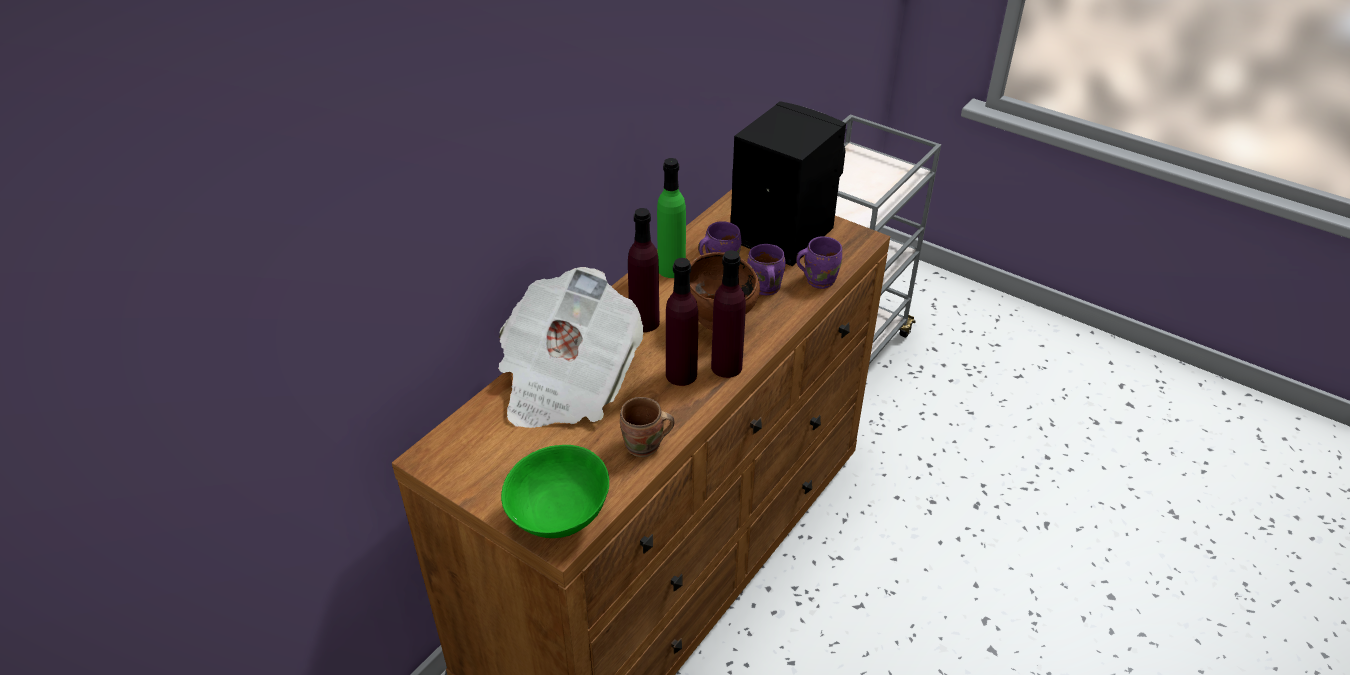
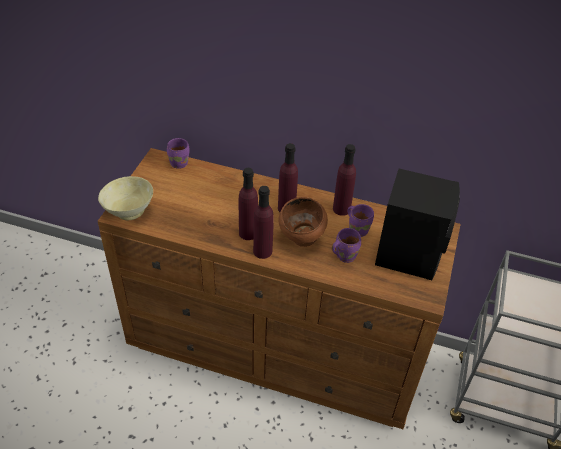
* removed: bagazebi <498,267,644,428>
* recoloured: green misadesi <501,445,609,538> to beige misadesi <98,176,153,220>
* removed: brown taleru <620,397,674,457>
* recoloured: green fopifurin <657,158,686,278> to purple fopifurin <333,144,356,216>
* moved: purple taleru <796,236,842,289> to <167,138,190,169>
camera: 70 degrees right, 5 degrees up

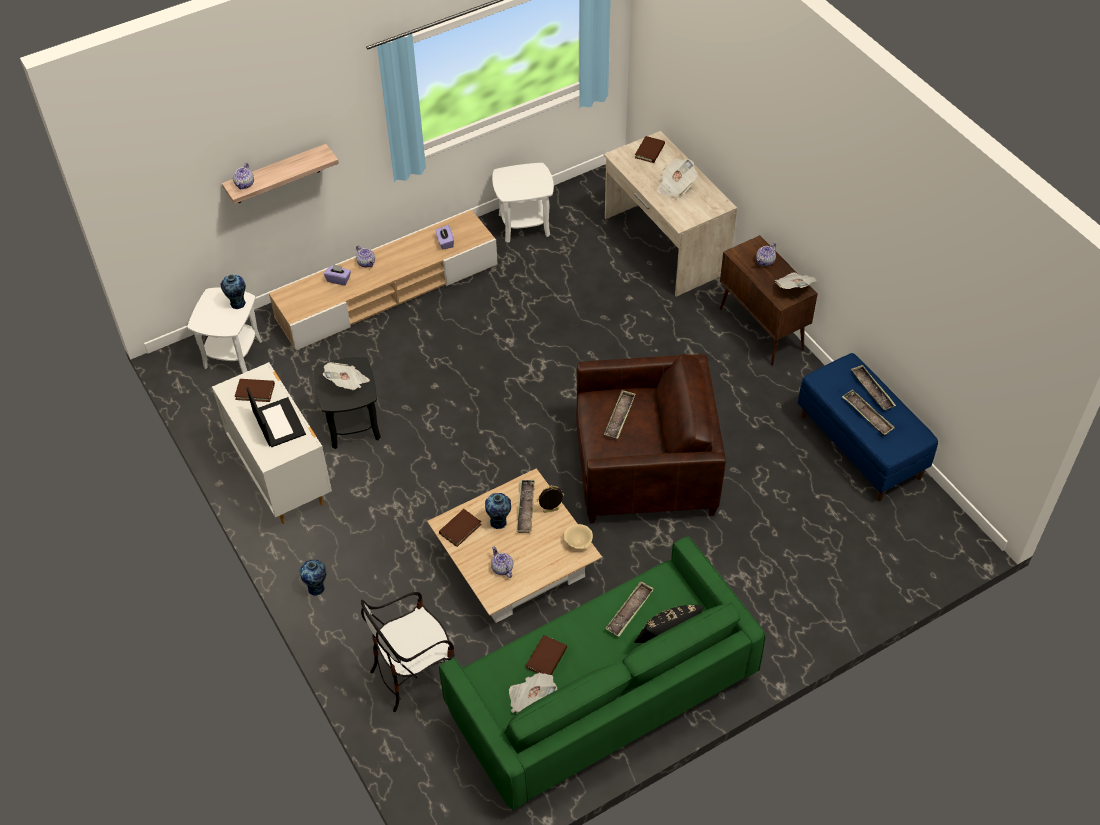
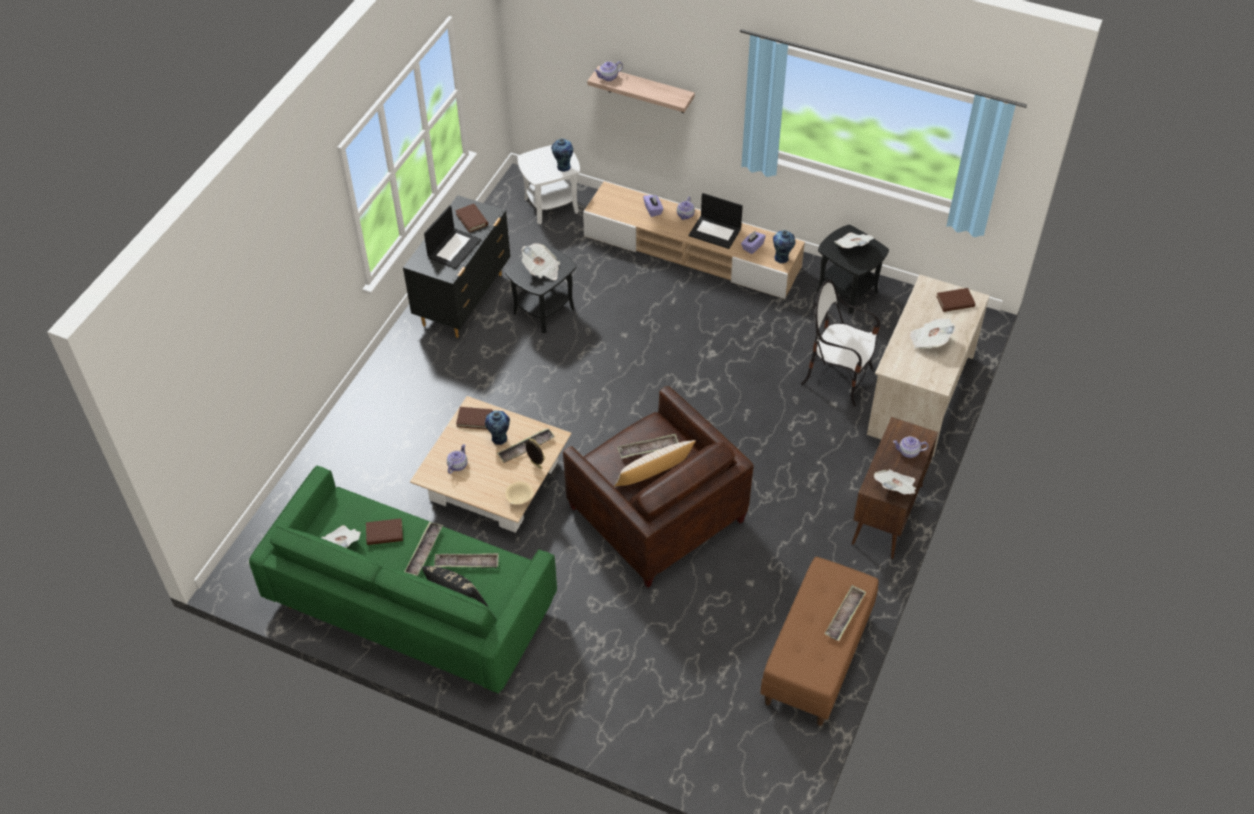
* recoloured: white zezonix <212,362,332,523> to black zezonix <403,195,511,338>
* moved: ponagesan <300,559,326,596> to <773,230,796,263>
* moved: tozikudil <361,592,454,712> to <801,279,880,407>
* recoloured: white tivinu <492,163,554,243> to black tivinu <817,225,889,314>
* recoloured: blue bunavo <798,353,938,501> to brown bunavo <760,557,879,726>
* moved: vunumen <842,390,895,436> to <404,522,443,576>
* added: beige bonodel <614,440,696,487>
* added: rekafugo <689,193,743,249>
* added: bagazebi <834,233,874,248>
camera: 55 degrees right, 0 degrees up

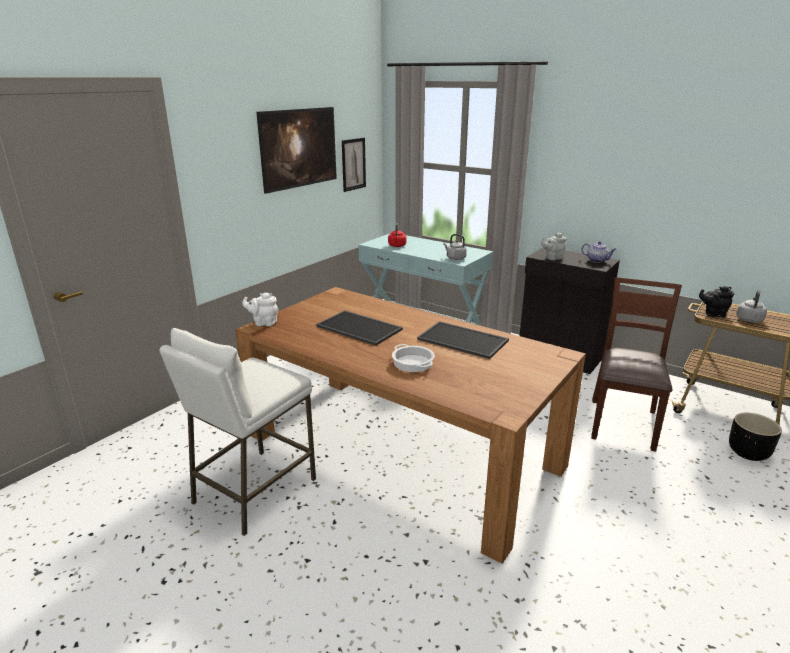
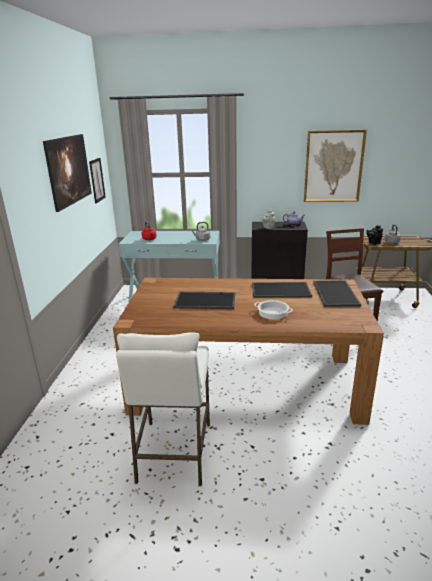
* removed: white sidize <242,293,279,326>
* removed: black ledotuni <729,413,782,461>
* added: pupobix <304,130,367,202>
* added: vunumen <313,280,361,307>
camera: 30 degrees left, 0 degrees up

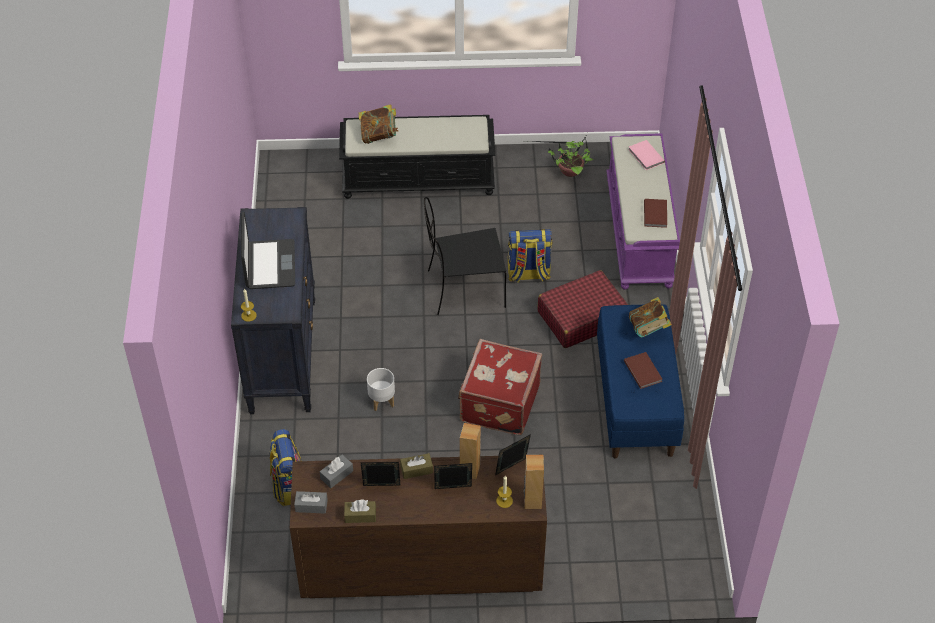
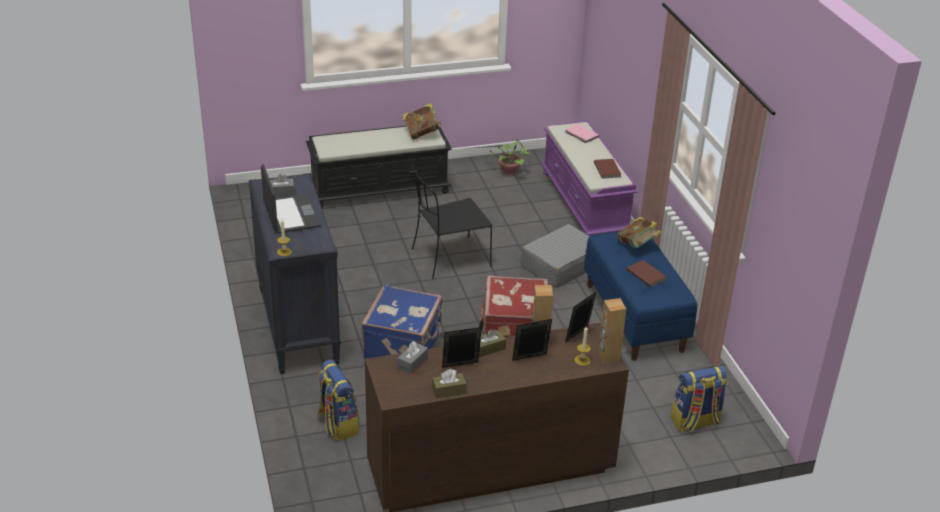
* moved: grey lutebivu <294,491,328,514> to <270,174,295,196>
* moved: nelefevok <359,104,399,144> to <402,103,441,139>
* replaced: white ledotuni <367,368,395,411> to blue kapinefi <361,285,443,360>
* moved: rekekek <508,229,553,283> to <671,366,727,432>
* recoloured: red kapinefi <538,270,628,348> to grey kapinefi <521,224,590,288>
camera: 15 degrees left, 15 degrees down

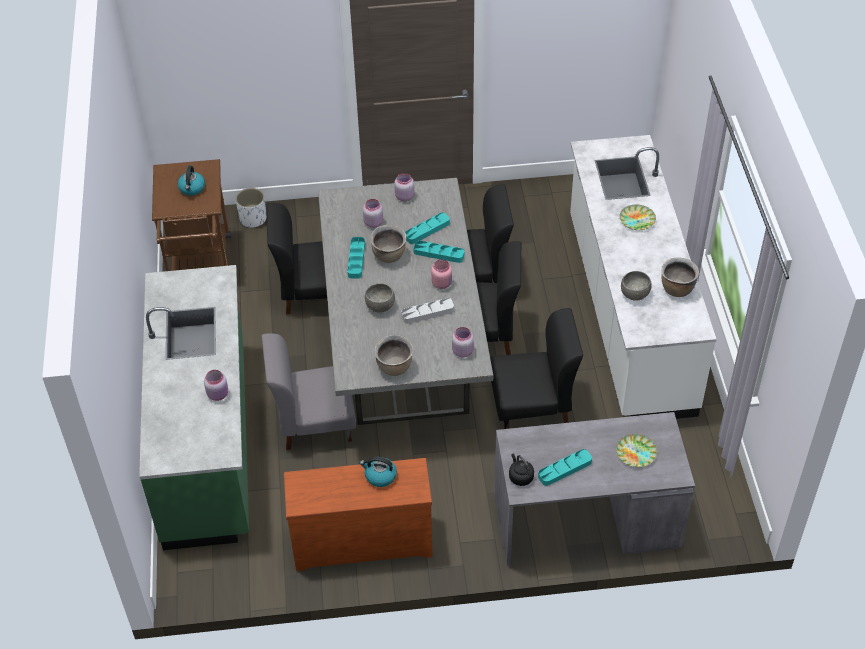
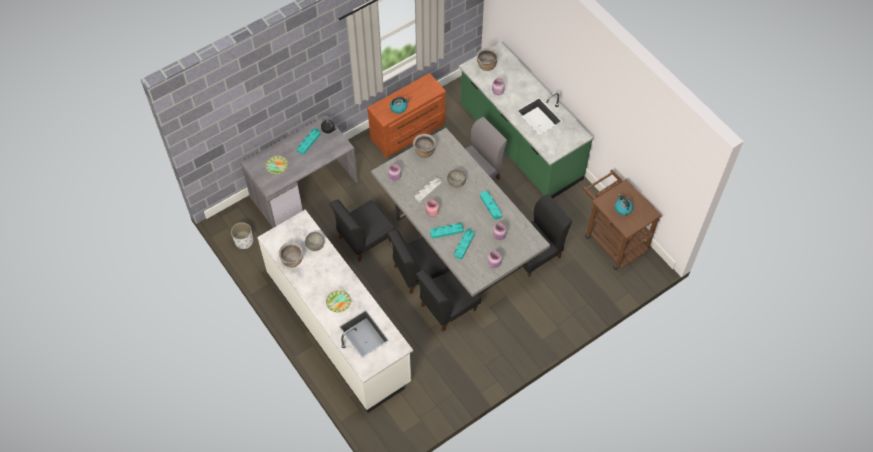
* moved: white ledotuni <235,188,266,228> to <231,222,253,249>
* moved: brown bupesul <370,225,406,263> to <477,48,498,71>
camera: 150 degrees right, 10 degrees up

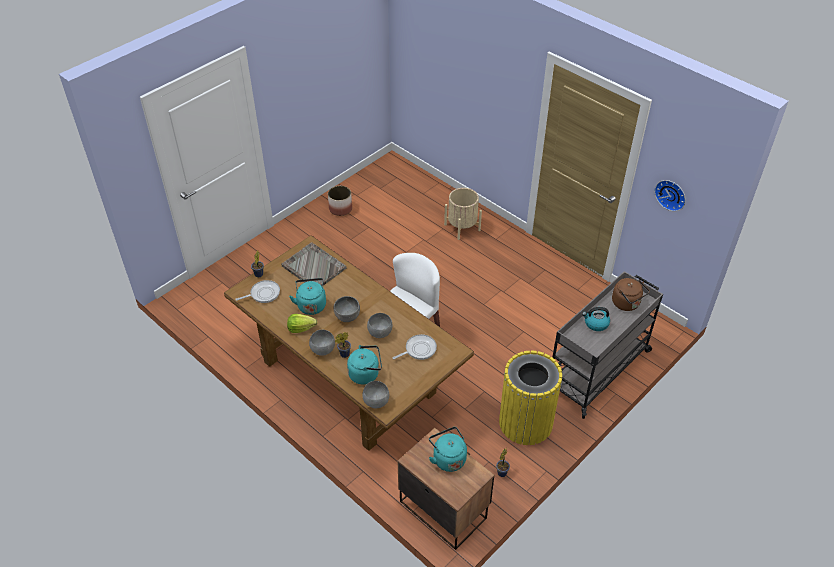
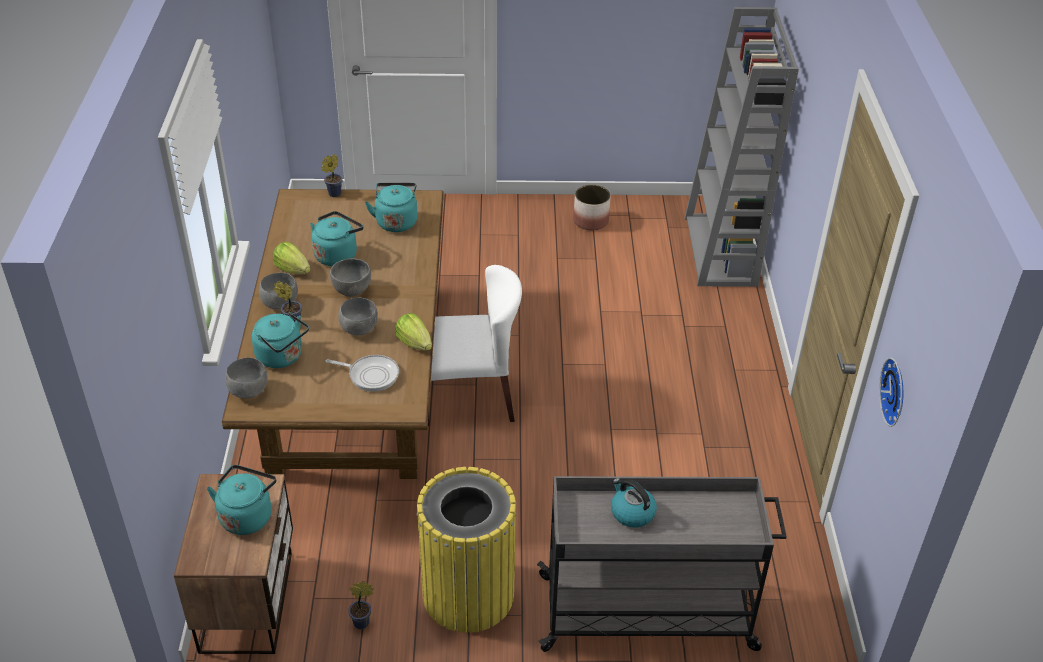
* removed: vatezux <235,280,280,303>
* replaced: grey vunumen <281,242,346,286> to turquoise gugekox <365,183,418,232>
* removed: beige ledotuni <444,188,482,240>
* removed: brown gugekox <612,278,650,311>
* added: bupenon <395,313,432,351>
* added: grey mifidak <685,7,799,287>
camera: 45 degrees right, 5 degrees down

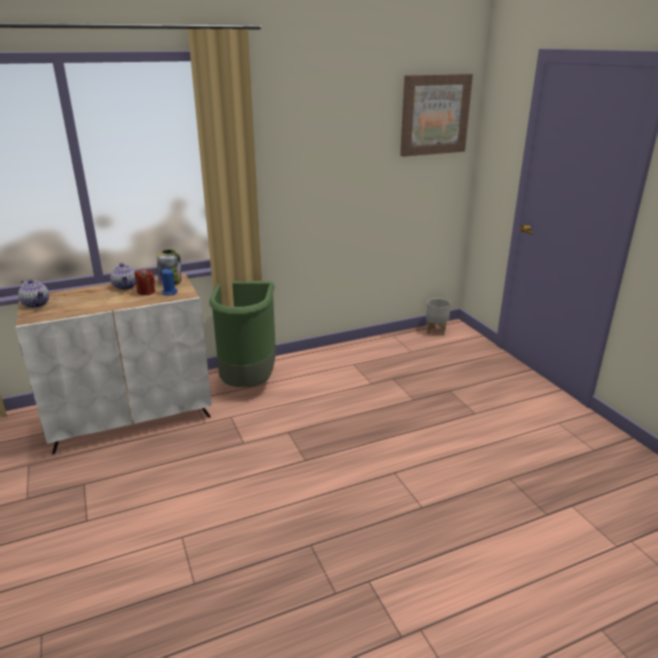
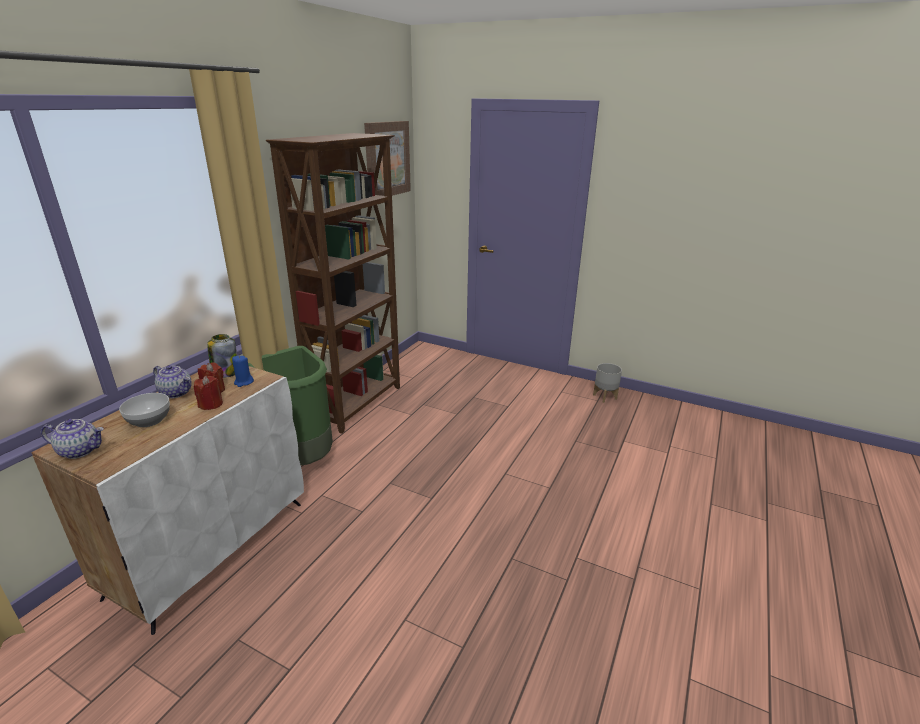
* moved: grey ledotuni <426,298,451,336> to <593,363,622,403>
* added: misadesi <119,393,170,427>
* added: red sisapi <194,376,223,410>
* added: brown mifidak <266,133,400,434>
camera: 40 degrees left, 0 degrees up

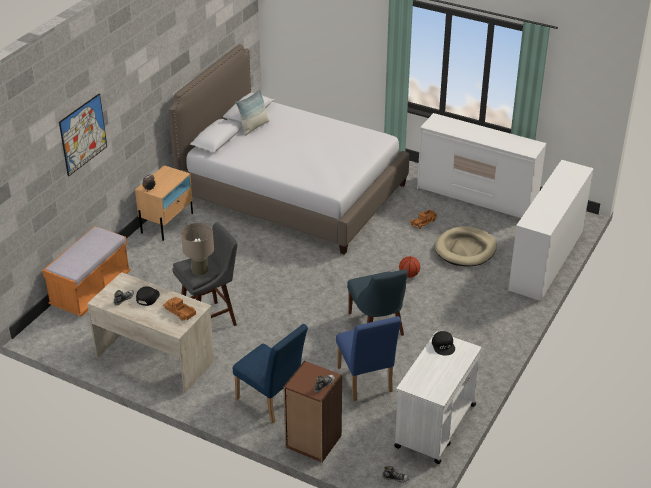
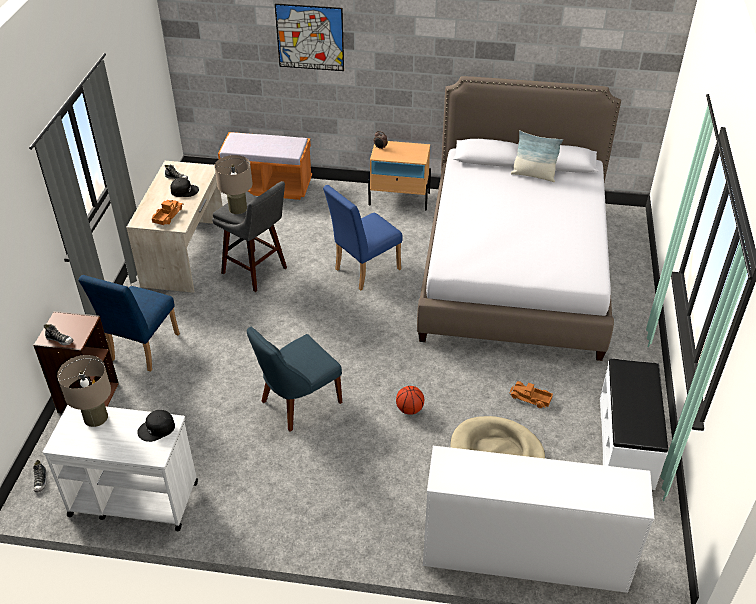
* moved: blue tozikudil <336,316,401,401> to <323,185,403,290>
* replaced: white zezonix <417,113,547,218> to white bunavo <600,358,668,490>
* added: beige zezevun <57,355,111,427>
camera: 70 degrees right, 5 degrees up

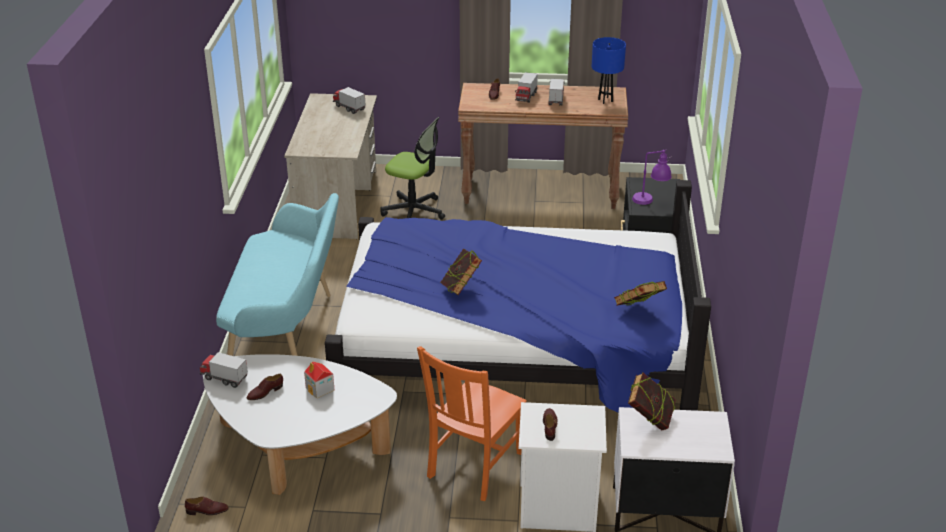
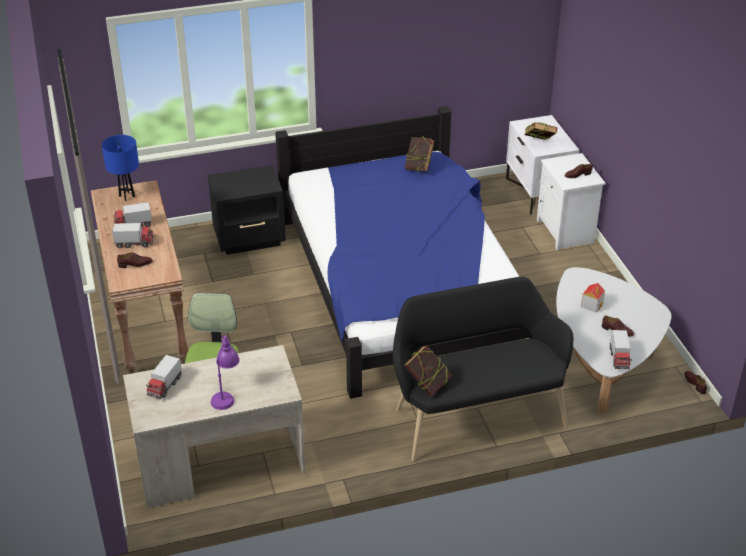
* recoloured: turquoise bunavo <216,193,339,356> to black bunavo <393,277,573,461>
* removed: orange tozikudil <417,346,527,501>
* moved: nelefevok <440,248,482,295> to <404,345,452,396>
* moved: purple zezevun <632,150,672,205> to <211,335,240,410>
camera: 110 degrees left, 5 degrees up

